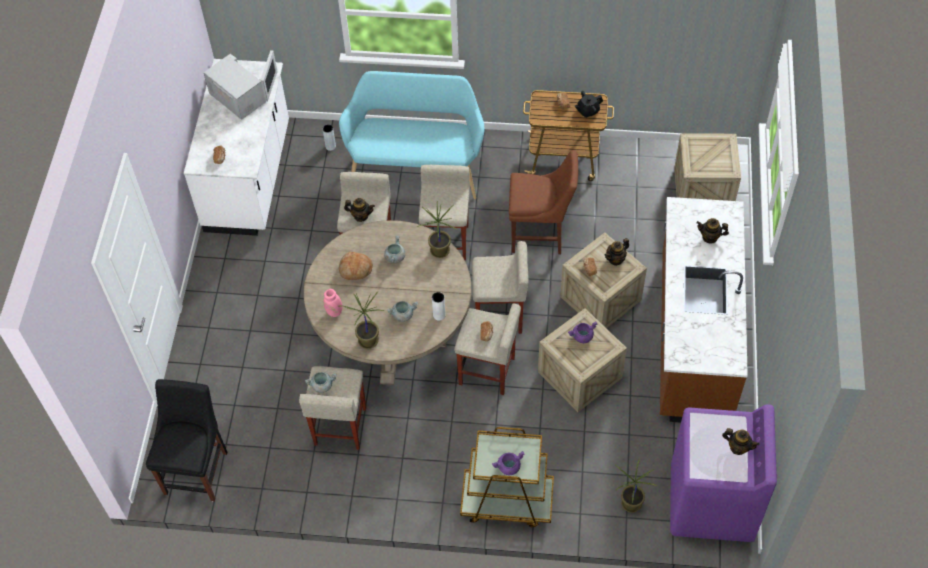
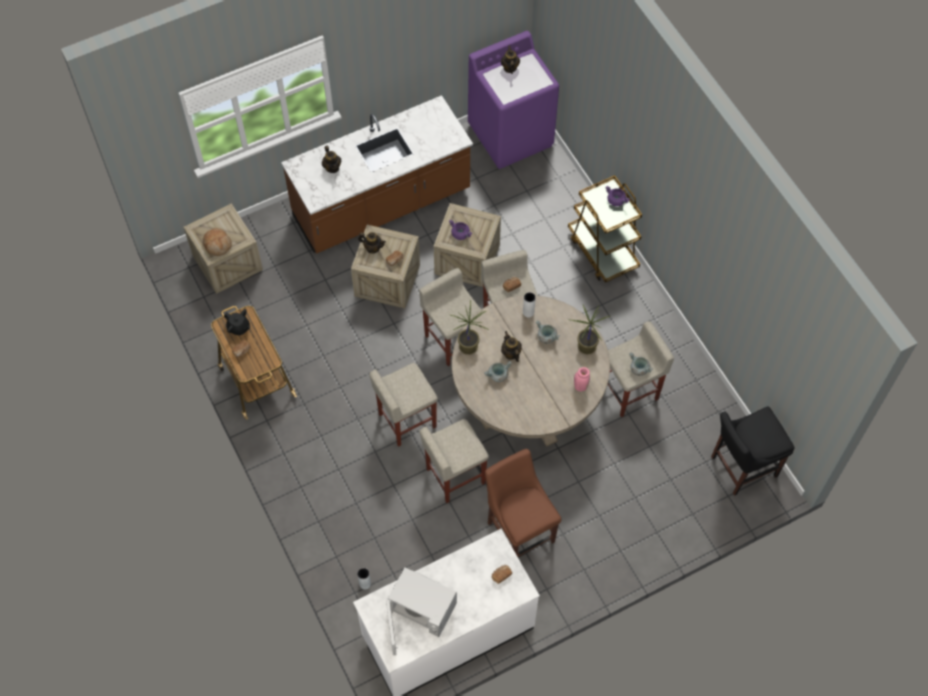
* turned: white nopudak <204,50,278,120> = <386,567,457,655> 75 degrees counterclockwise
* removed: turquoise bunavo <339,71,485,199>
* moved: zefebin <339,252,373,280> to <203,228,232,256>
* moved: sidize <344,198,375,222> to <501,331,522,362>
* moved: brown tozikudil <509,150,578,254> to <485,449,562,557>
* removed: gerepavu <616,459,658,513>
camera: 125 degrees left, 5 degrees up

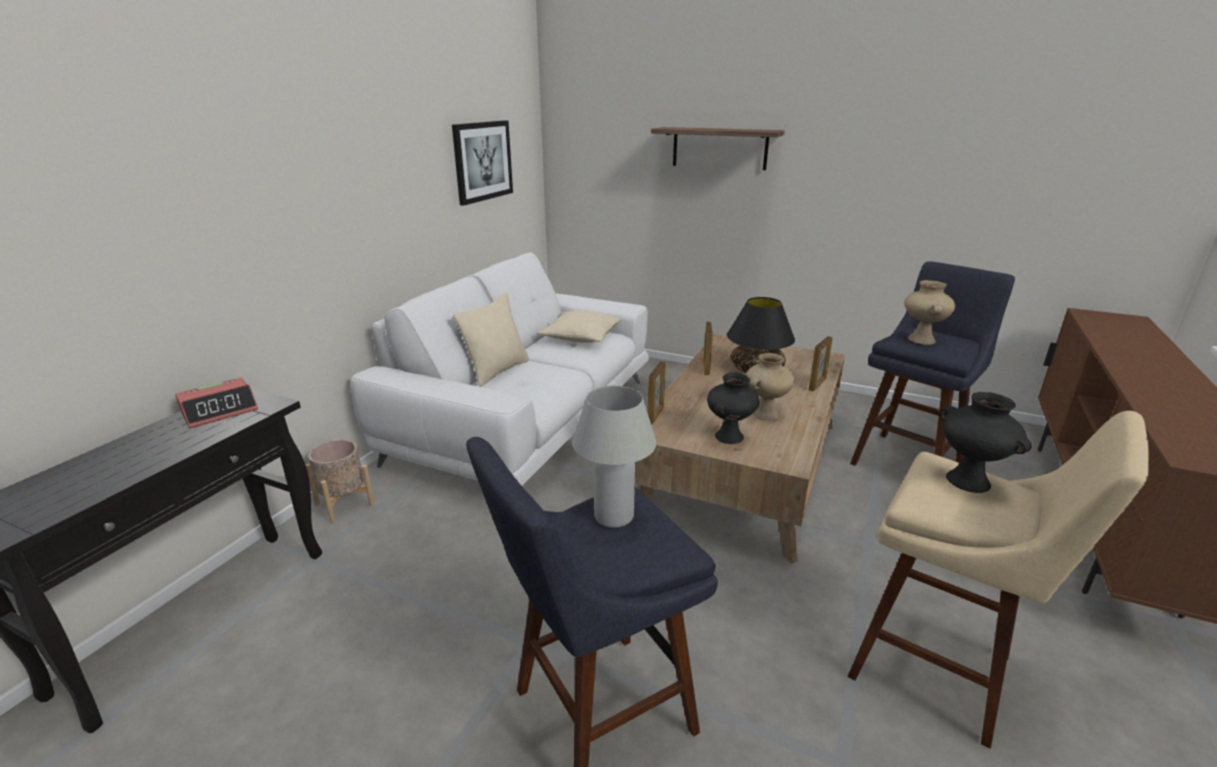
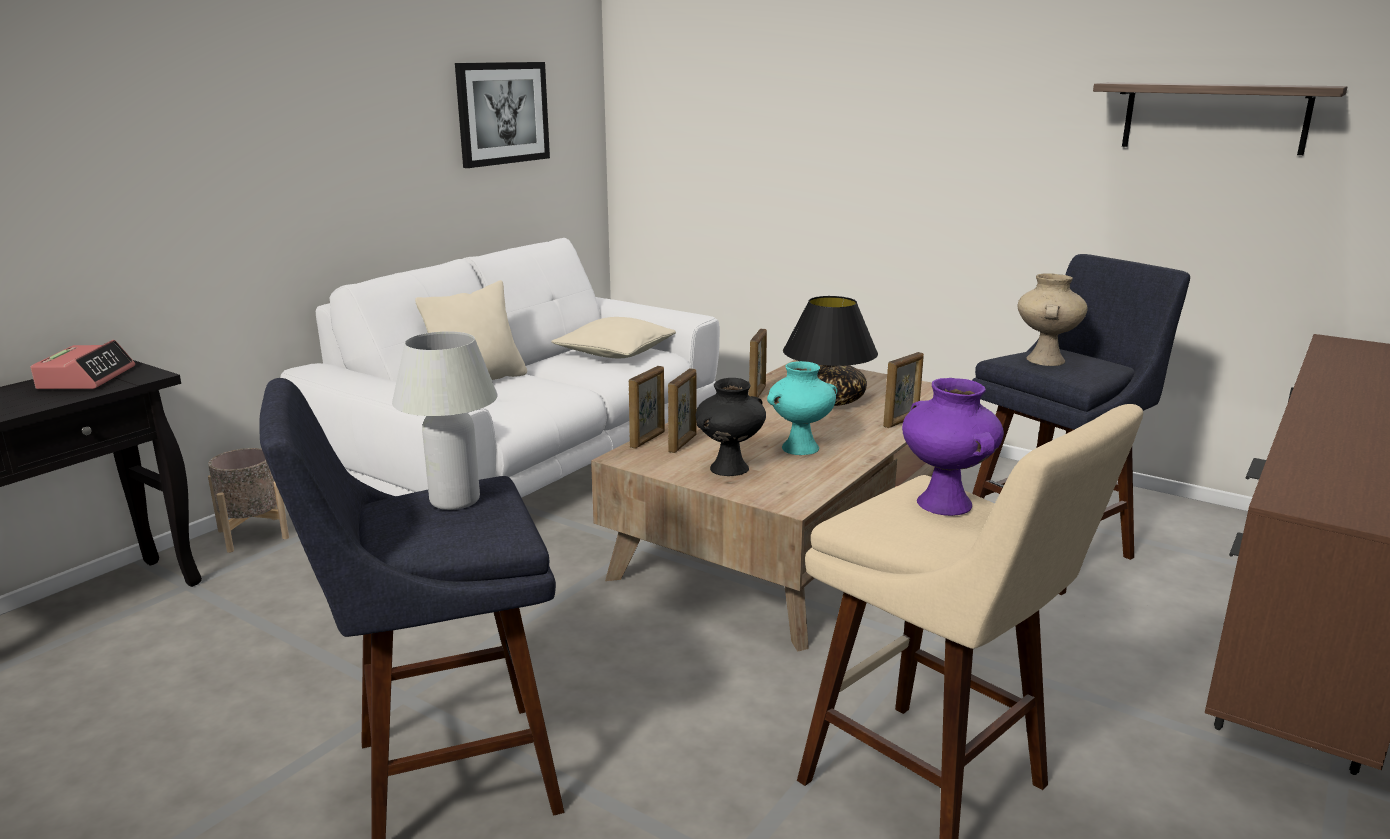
* turned: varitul <175,377,258,428> = <30,340,135,389> 60 degrees counterclockwise
* moved: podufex <651,127,785,170> to <1093,82,1347,155>
* recoloured: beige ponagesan <746,353,795,420> to turquoise ponagesan <767,361,837,455>
* recoloured: black ponagesan <939,392,1031,493> to purple ponagesan <902,378,1004,516>
* added: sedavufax <668,368,697,453>
camera: 10 degrees right, 5 degrees down

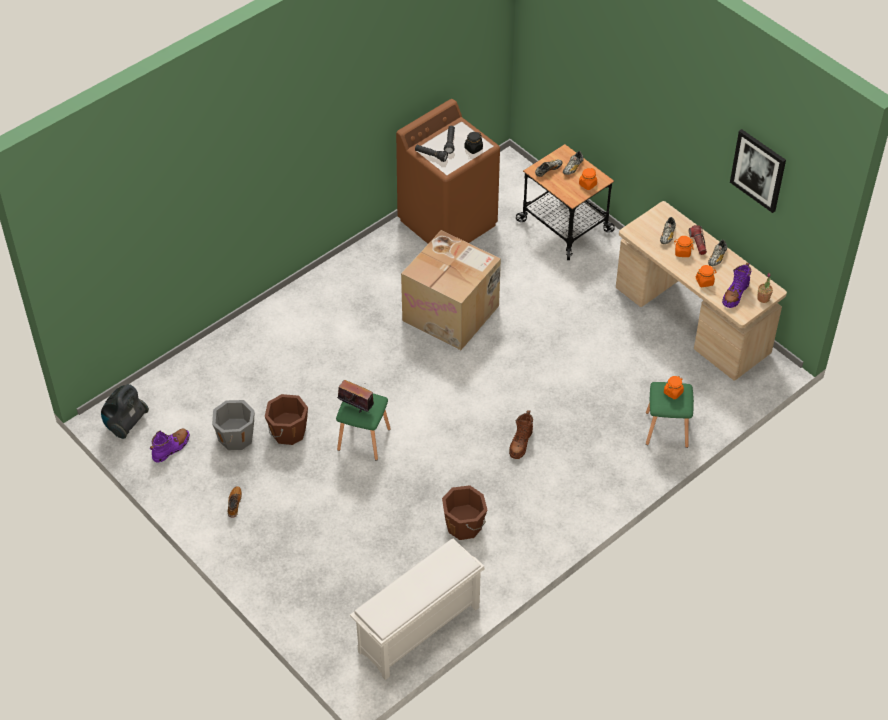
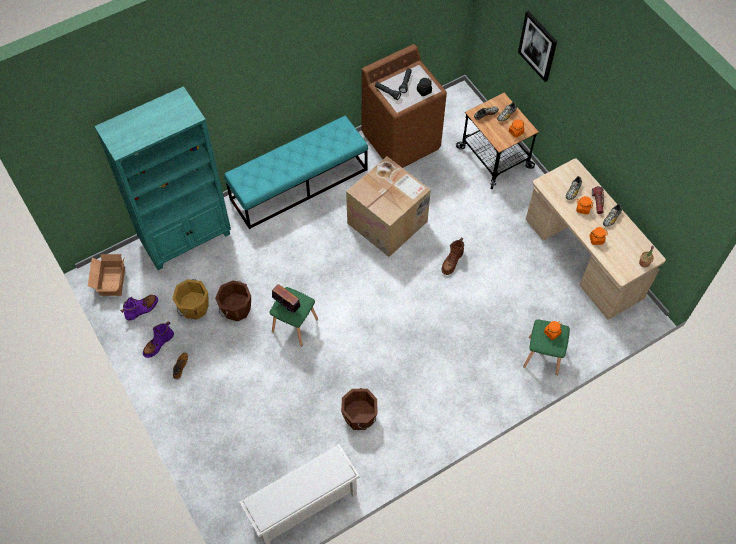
* replaced: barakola <101,384,149,439> to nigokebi <88,254,125,296>
* recoloured: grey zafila <212,400,255,450> to orange zafila <172,279,209,320>
* moved: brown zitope <509,410,533,459> to <442,238,464,275>
* moved: purple zitope <722,263,751,308> to <143,321,174,358>
* moved: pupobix <730,129,786,213> to <518,11,557,82>
* added: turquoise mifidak <94,86,231,270>
* added: turquoise bunavo <224,116,368,229>
camera: 10 degrees right, 10 degrees up

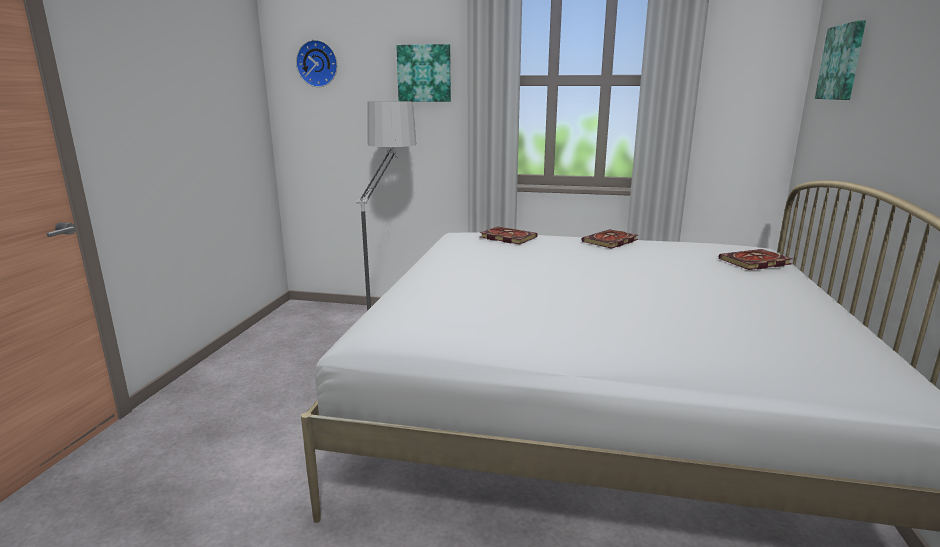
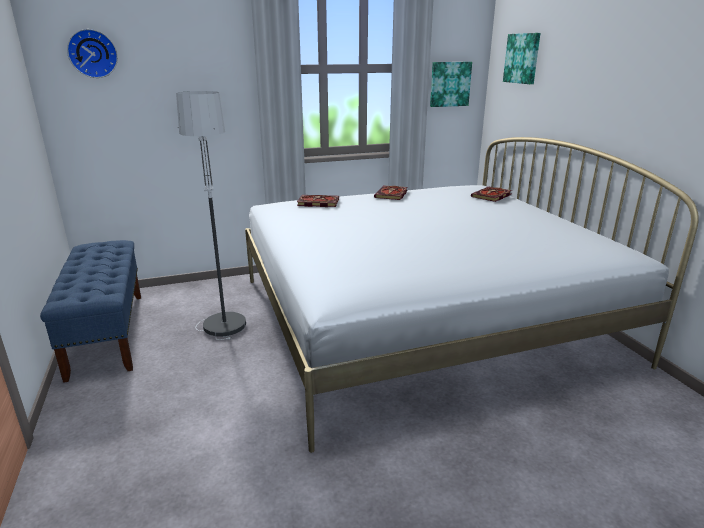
* moved: pupobix <396,44,451,102> to <430,62,472,107>
* added: blue bunavo <40,240,141,383>
camera: 30 degrees left, 5 degrees up

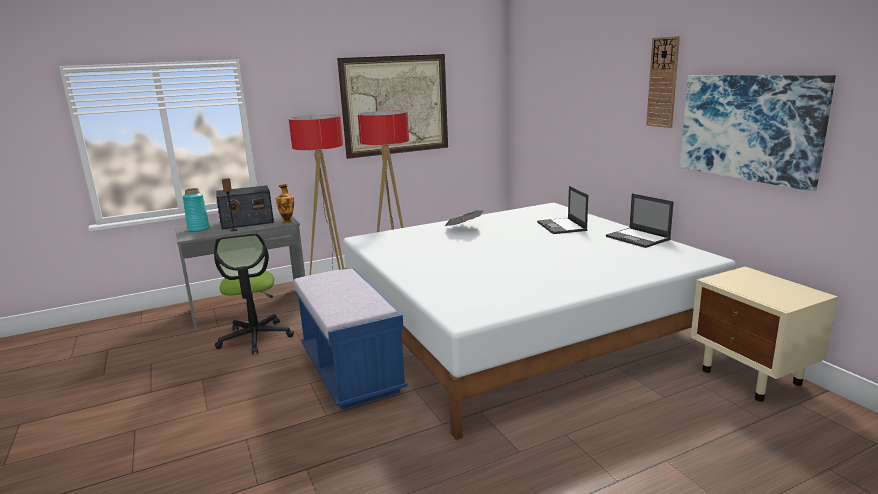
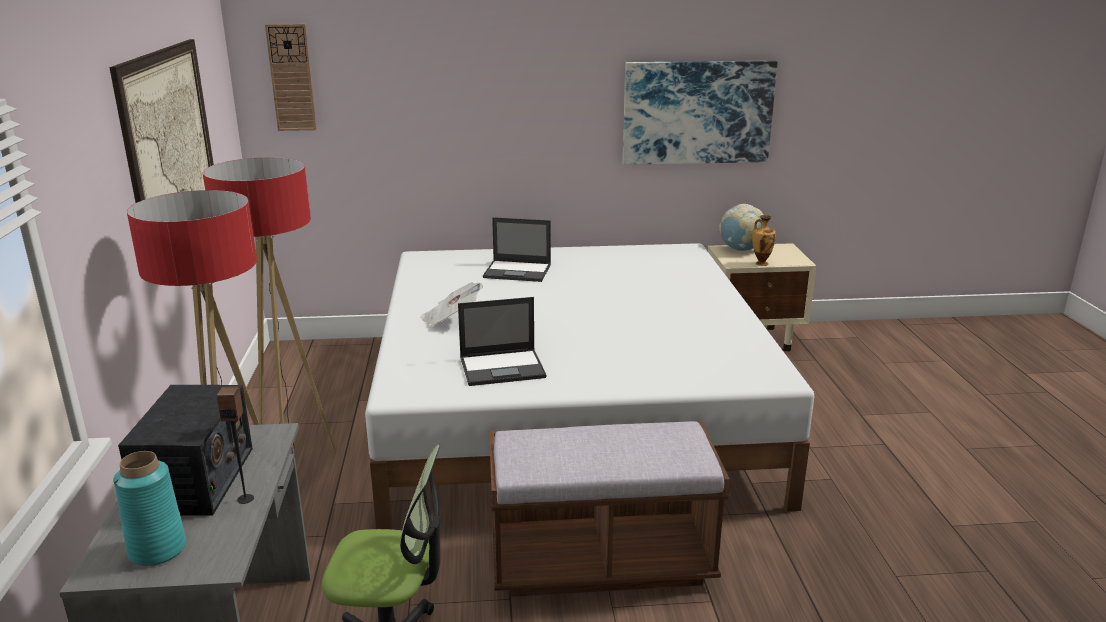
* moved: ponagesan <276,184,294,224> to <752,215,776,266>
* recoloured: blue bunavo <293,268,408,410> to brown bunavo <489,421,730,597>
* moved: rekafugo <606,193,674,248> to <458,297,547,386>
* moved: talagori <646,36,680,128> to <265,24,317,131>
* added: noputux <719,204,764,251>
camera: 70 degrees left, 5 degrees up

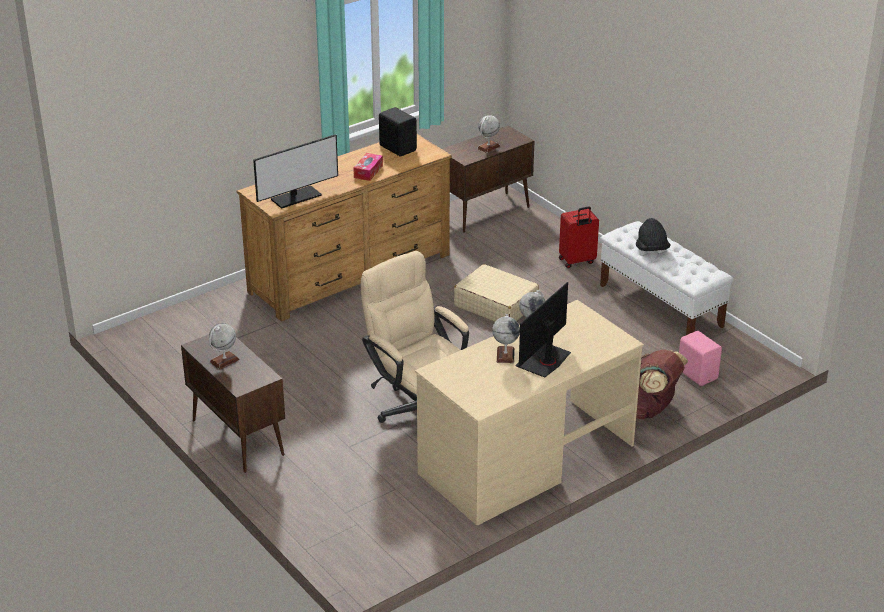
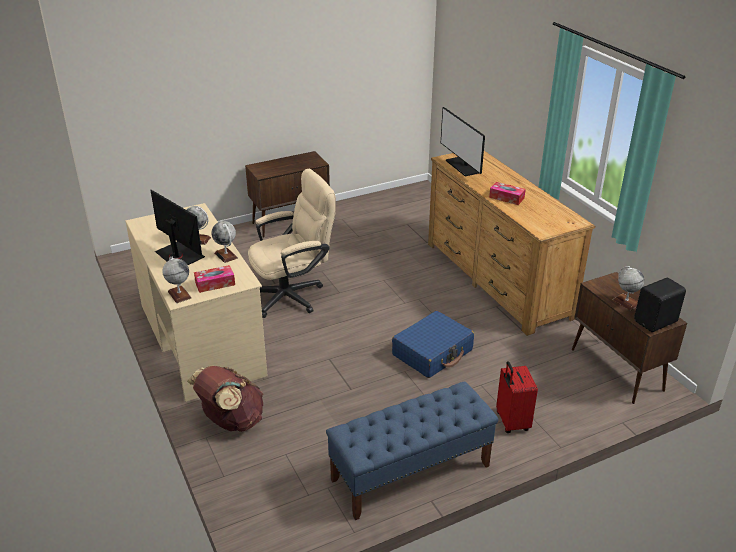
* moved: noputux <209,323,240,369> to <163,256,192,303>
* moved: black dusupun <379,107,417,157> to <634,278,686,332>
* recoloured: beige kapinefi <454,264,539,322> to blue kapinefi <392,311,474,378>
* recoloured: white bunavo <600,221,733,335> to blue bunavo <326,381,499,520>
* removed: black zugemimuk <636,218,671,251>
* removed: pink dusupun <679,331,722,386>
* added: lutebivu <194,265,235,293>
camera: 100 degrees right, 0 degrees up

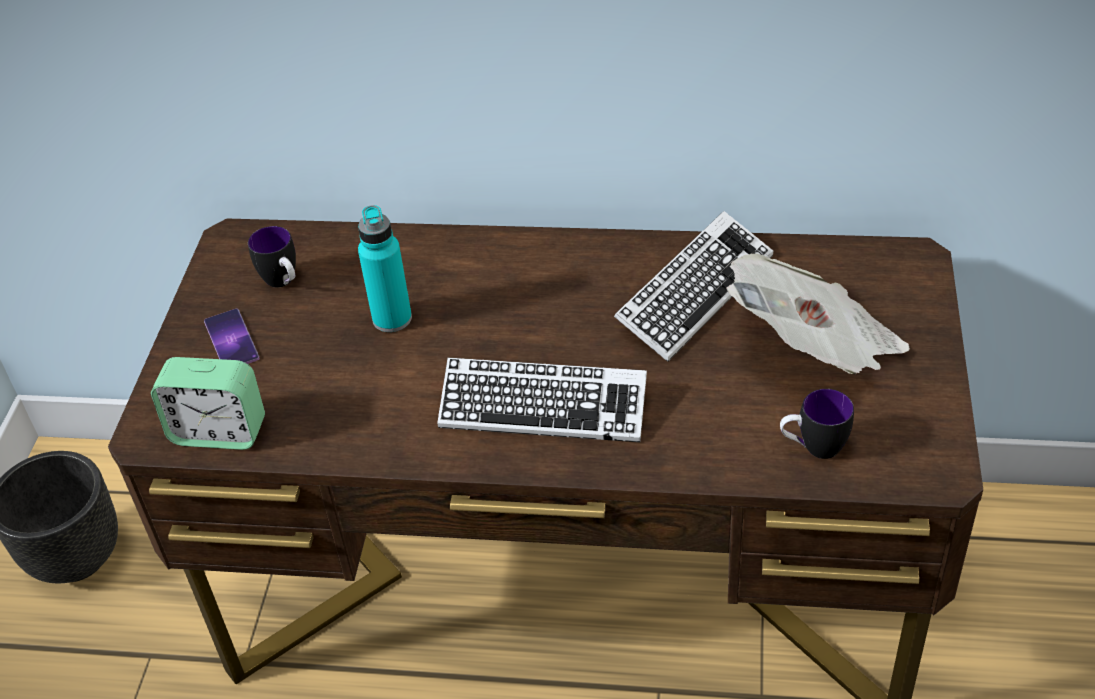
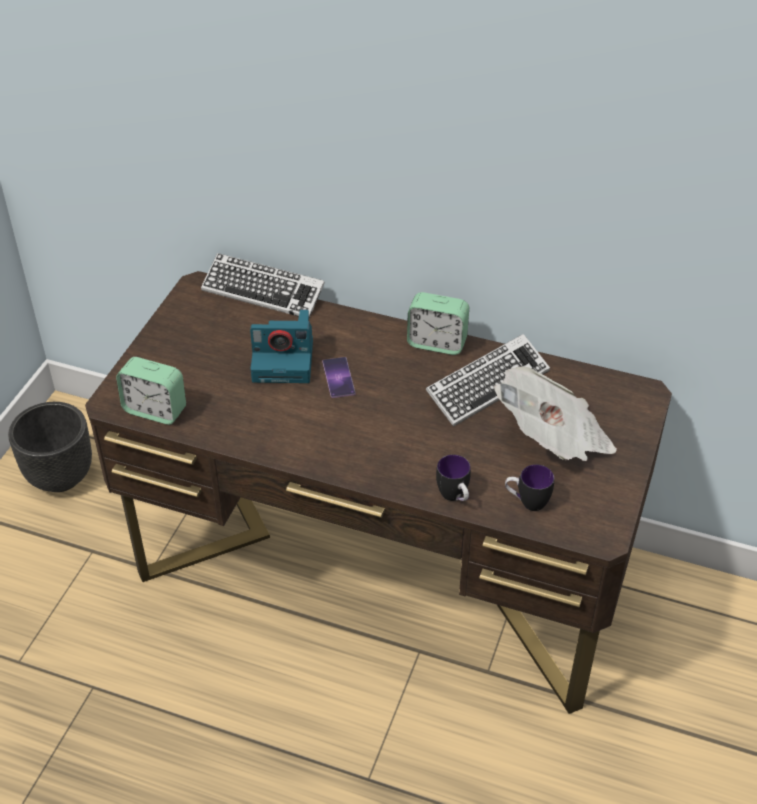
* moved: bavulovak <204,309,260,364> to <322,357,355,398>
* moved: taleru <248,226,296,287> to <436,455,471,501>
* replaced: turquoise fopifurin <358,205,412,332> to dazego <250,309,313,383>
* moved: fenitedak <437,358,647,442> to <201,253,325,318>
* added: varitul <407,292,469,355>
camera: 10 degrees right, 0 degrees up

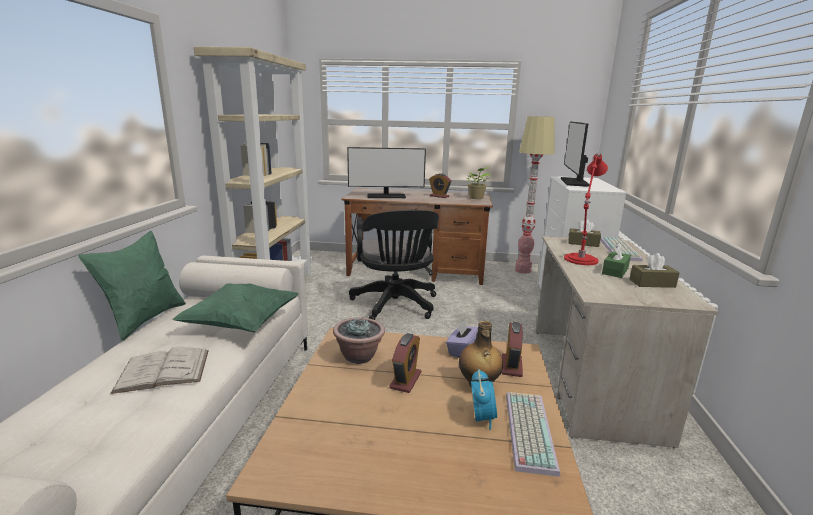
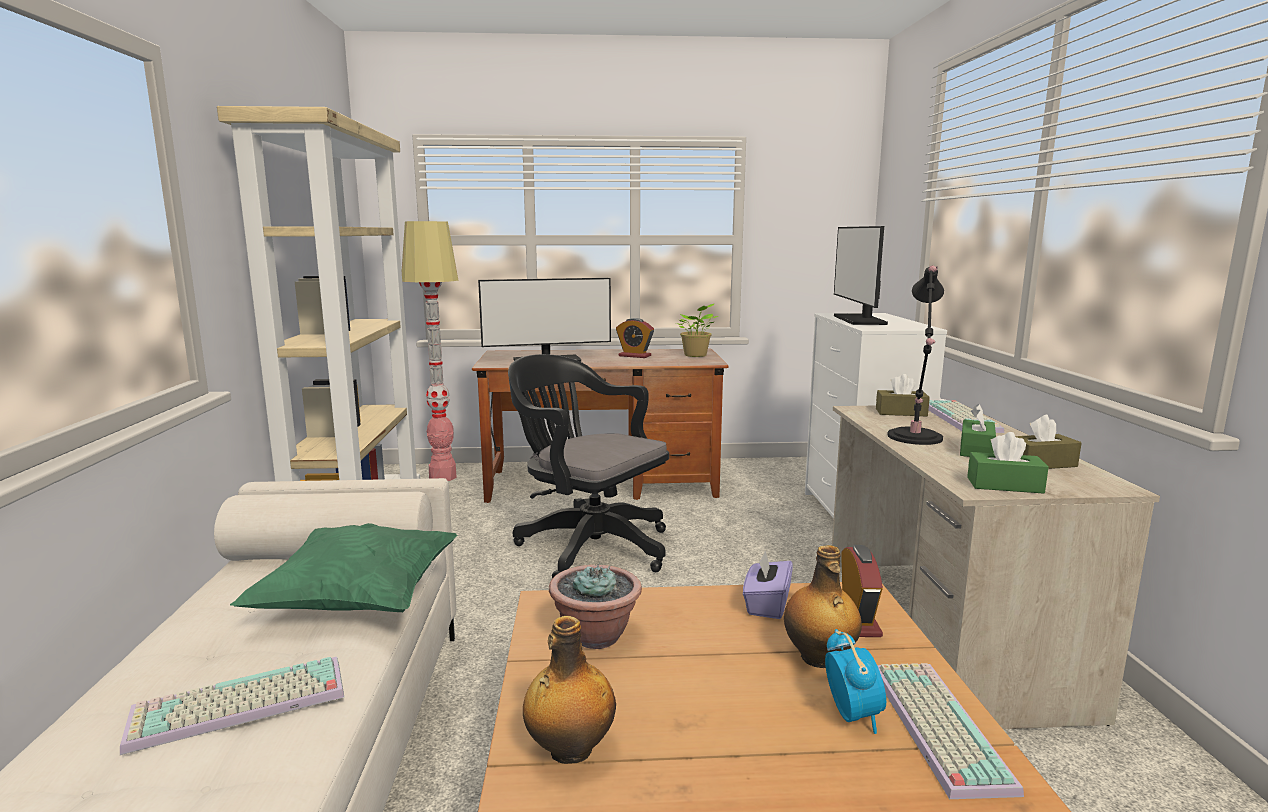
* removed: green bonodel <79,231,186,341>
* replaced: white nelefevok <110,347,209,394> to fenitedak <120,657,344,755>
* turned: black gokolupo <349,210,439,320> = <508,354,669,579> 150 degrees clockwise
* removed: varitul <389,333,421,393>
* moved: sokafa <515,116,555,274> to <402,221,459,481>
* recoloured: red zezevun <564,153,608,265> to black zezevun <887,265,944,445>
* added: fopifurin <523,616,616,764>
* added: green lutebivu <967,432,1049,494>
camera: 10 degrees left, 5 degrees down

